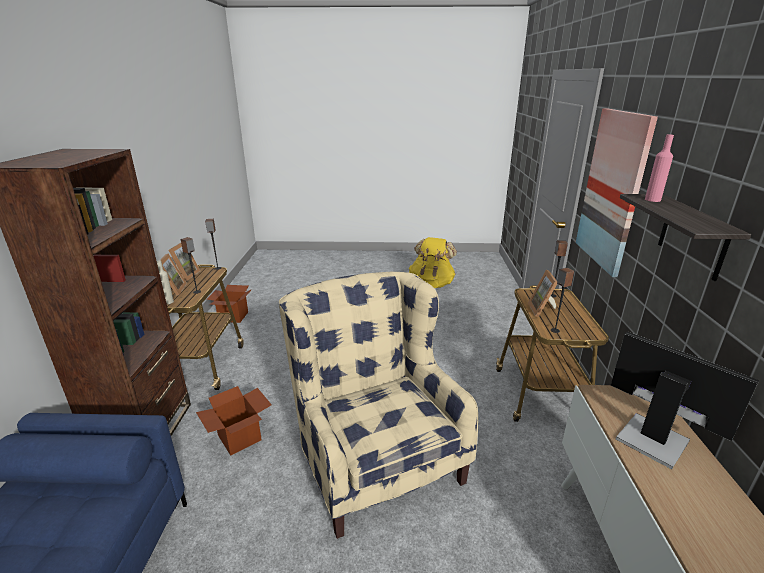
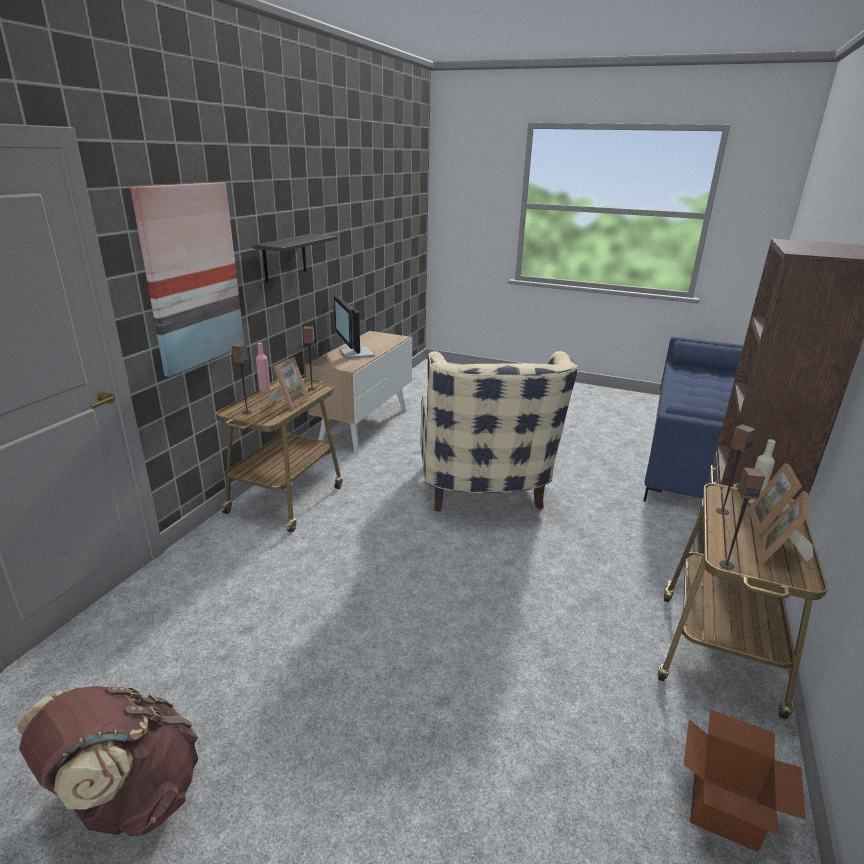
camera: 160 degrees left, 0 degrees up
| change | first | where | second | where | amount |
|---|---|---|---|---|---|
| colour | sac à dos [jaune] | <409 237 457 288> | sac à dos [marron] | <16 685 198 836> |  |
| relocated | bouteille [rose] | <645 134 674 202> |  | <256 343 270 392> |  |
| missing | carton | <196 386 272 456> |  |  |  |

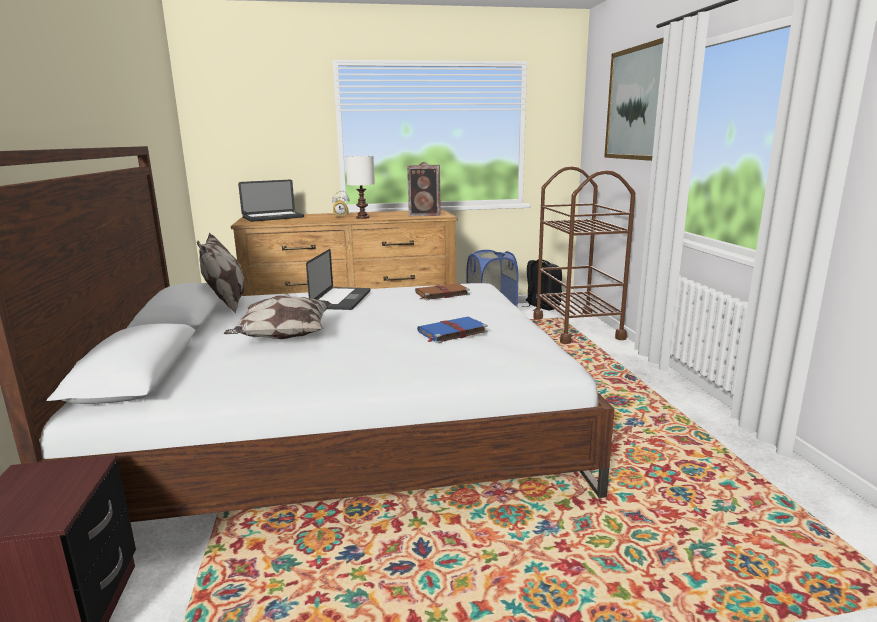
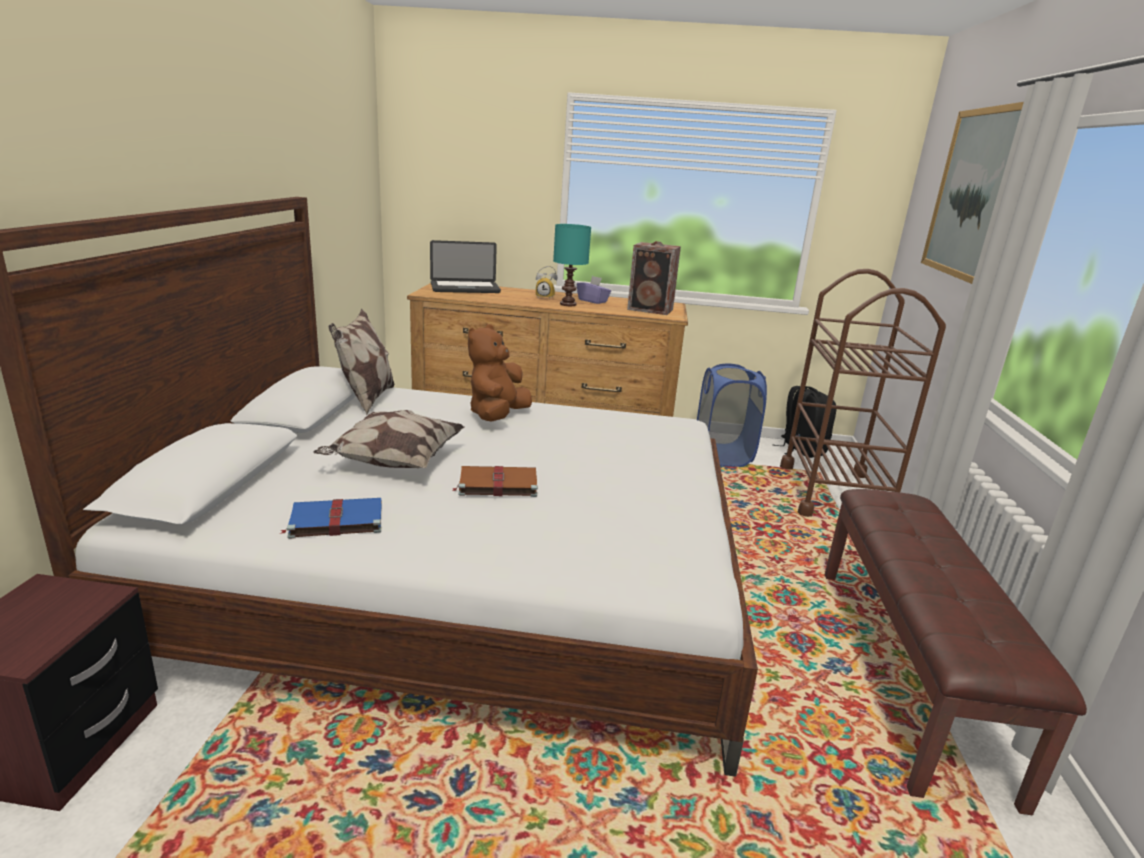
camera: 15 degrees right, 5 degrees up
| change | first | where | second | where | amount |
|---|---|---|---|---|---|
| relocated | livre [bleu] | <417 316 488 343> |  | <280 498 382 539> |  |
| relocated | livre [marron] | <415 283 470 300> |  | <452 466 538 497> |  |
| exchanged | ordinateur portable | <306 249 371 310> | peluche [marron] | <468 324 532 422> |  |
| colour | lampe de table [blanc] | <346 156 375 219> | lampe de table [turquoise] | <553 224 591 306> |  |
| appeared |  |  | boîte à mouchoirs [violet] | <577 276 611 304> |  |
| appeared |  |  | banc [marron] | <825 489 1087 815> |  |

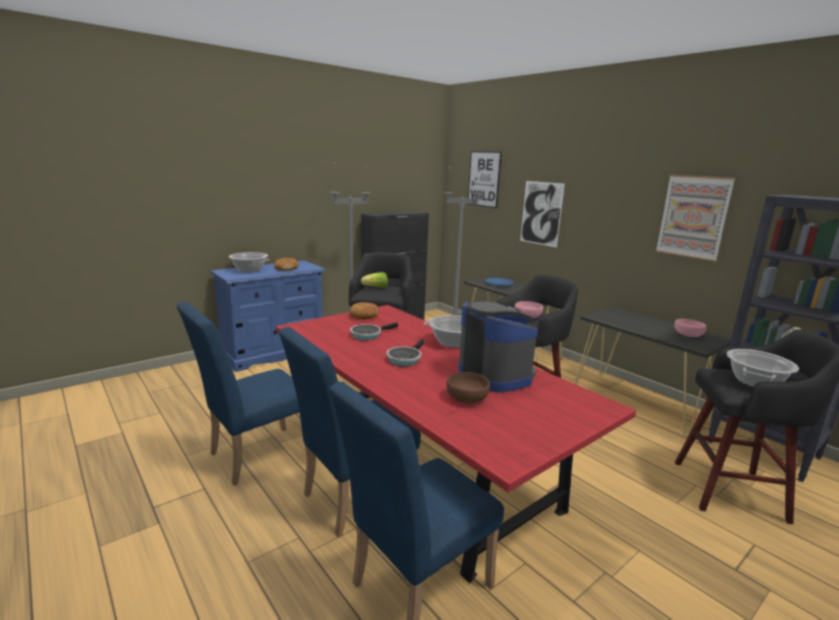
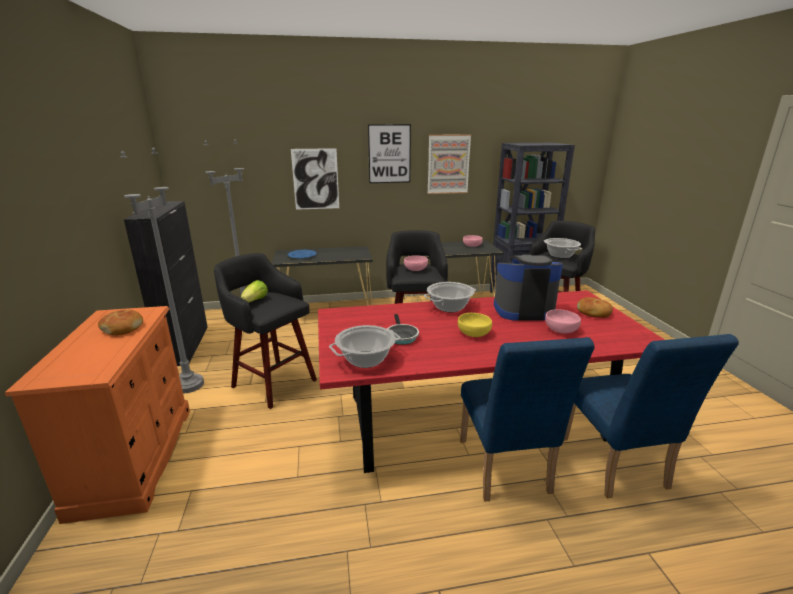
camera: 60 degrees left, 5 degrees up
| change | first | where | second | where | amount |
|---|---|---|---|---|---|
| colour | commode [bleu] | <210 261 325 372> | commode [orange] | <5 306 190 524> |  |
| relocated | marmite | <229 252 269 273> |  | <329 325 401 368> |  |
| relocated | tableau | <468 151 502 208> |  | <368 124 411 183> |  |
| exchanged | poêle | <386 339 424 366> | bol [jaune] | <458 313 492 337> |  |
| colour | bol [marron] | <447 372 490 404> | bol [rose] | <545 309 581 333> |  |
| relocated | pain | <350 302 379 320> |  | <577 297 613 318> |  |
| missing | chaise [bleu] | <177 302 306 486> |  |  |  |

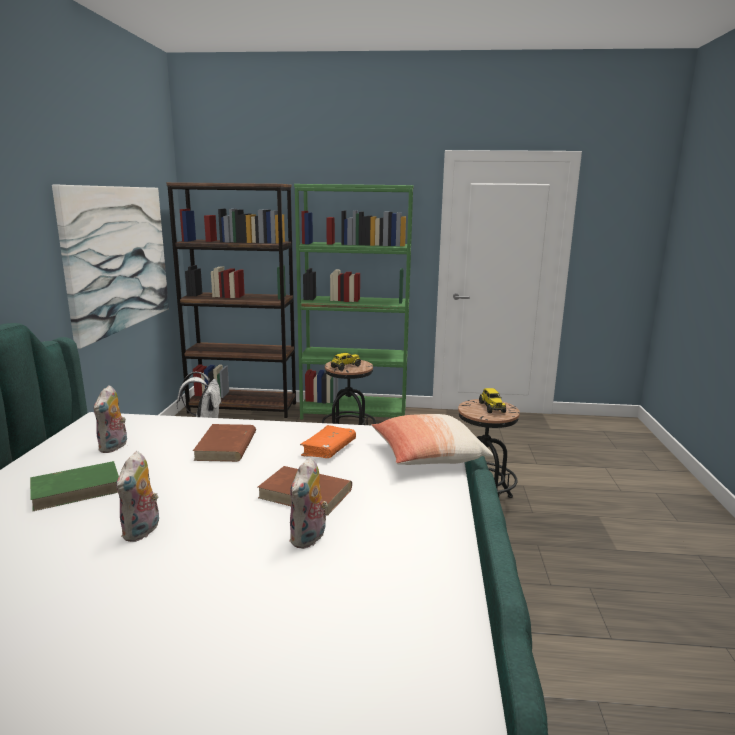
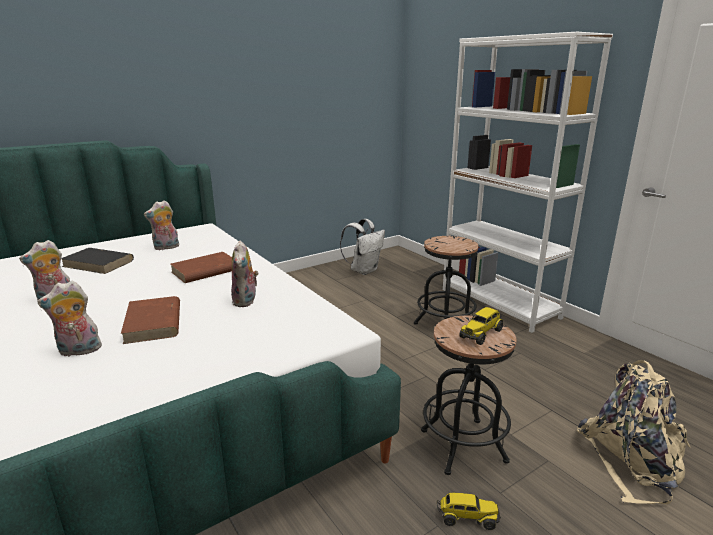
camera: 50 degrees right, 5 degrees up
| change | first | where | second | where | amount |
|---|---|---|---|---|---|
| colour | livre [vert] | <30 461 119 511> | livre [noir] | <61 248 134 274> |  |
| exchanged | livre [orange] | <300 425 356 458> | peluche | <231 241 259 307> |  |
| relocated | camion jouet | <330 353 361 370> |  | <437 493 501 530> |  |
| colour | bibliothèque [vert] | <294 184 414 420> | bibliothèque [blanc] | <443 32 613 333> |  |
| appeared |  |  | sac à dos [beige] | <577 360 691 504> |  |
| missing | tableau | <52 185 169 349> |  |  |  |
| missing | bibliothèque [marron] | <166 182 296 418> |  |  |  |
| missing | coussin | <372 414 493 465> |  |  |  |

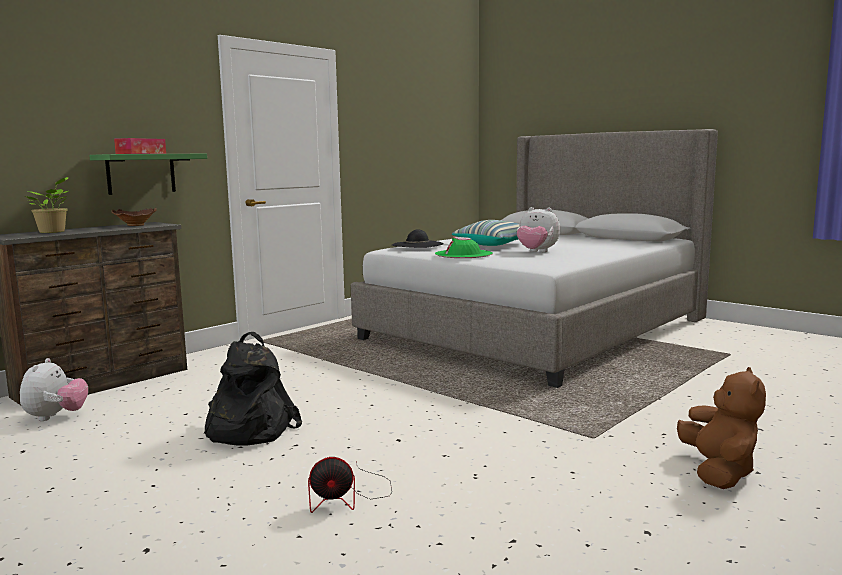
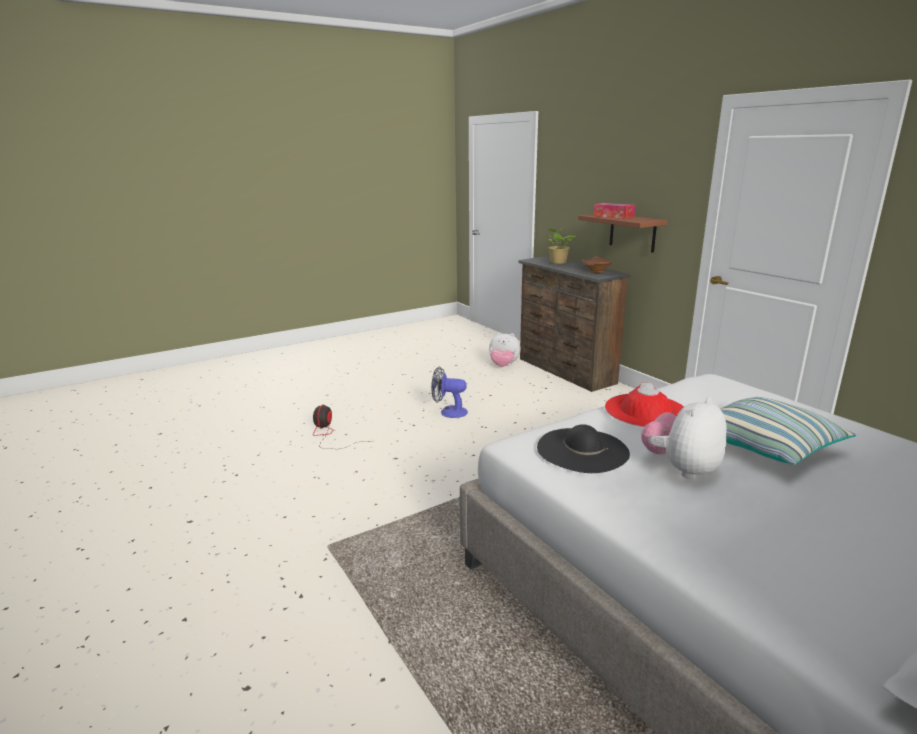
camera: 105 degrees right, 10 degrees up
| change | first | where | second | where | amount |
|---|---|---|---|---|---|
| exchanged | sac à dos [noir] | <204 332 302 445> | ventilateur | <431 367 468 418> |  |
| relocated | chapeau [noir] | <392 229 444 248> |  | <537 424 630 473> |  |
| colour | étagère [vert] | <89 154 207 195> | étagère [marron] | <578 214 667 253> |  |
| colour | chapeau [vert] | <435 237 493 258> | chapeau [rouge] | <605 383 684 427> |  |
| missing | peluche [marron] | <677 367 766 489> |  |  |  |

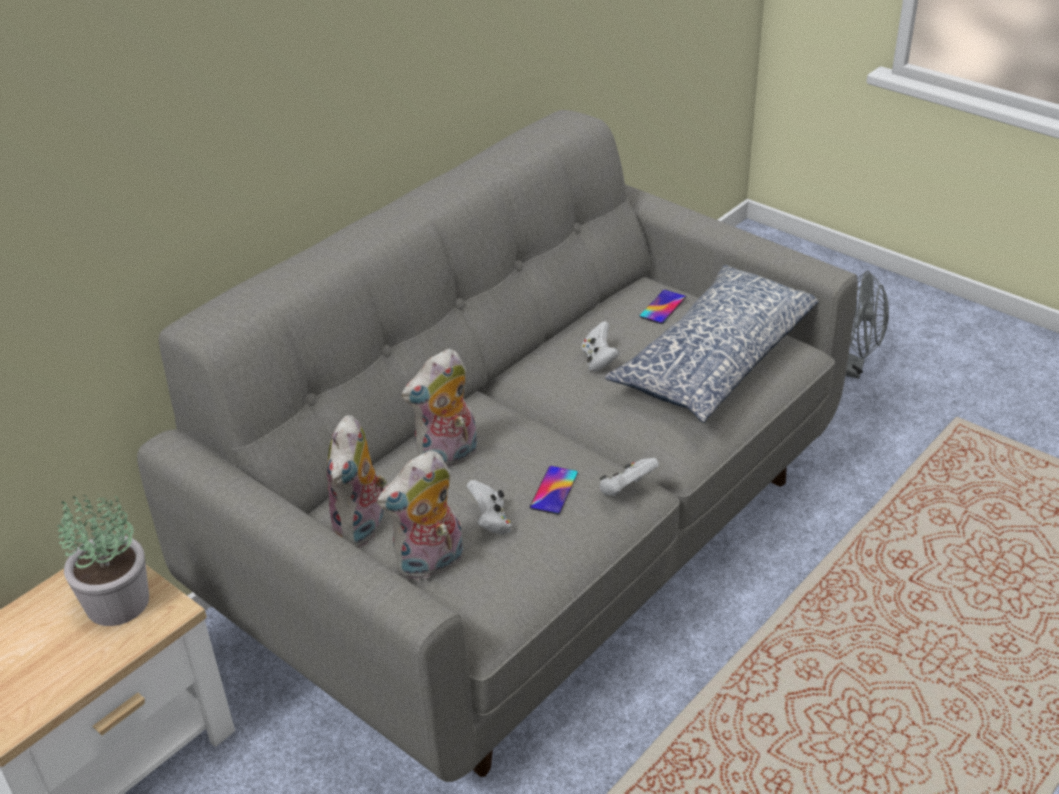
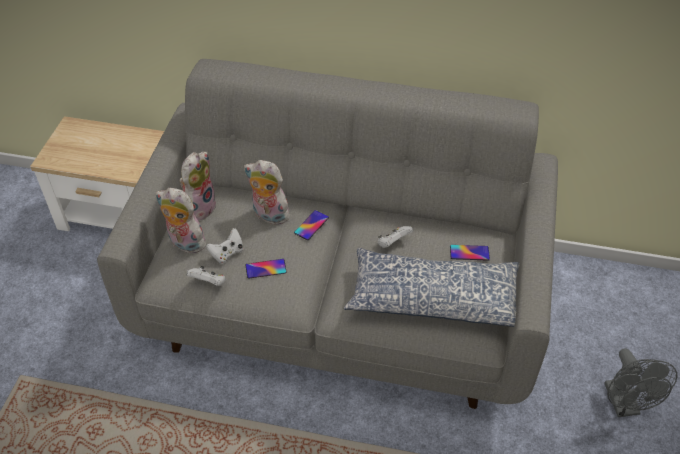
camera: 60 degrees right, 10 degrees up
| change | first | where | second | where | amount |
|---|---|---|---|---|---|
| spun | peluche | <327 415 387 548> |  | <179 152 216 221> | 135 degrees clockwise |
| relocated | manette [blanc] | <599 458 659 497> |  | <187 266 226 286> |  |
| appeared |  |  | téléphone | <294 210 329 240> |  |
| missing | plante en pot | <57 494 149 626> |  |  |  |

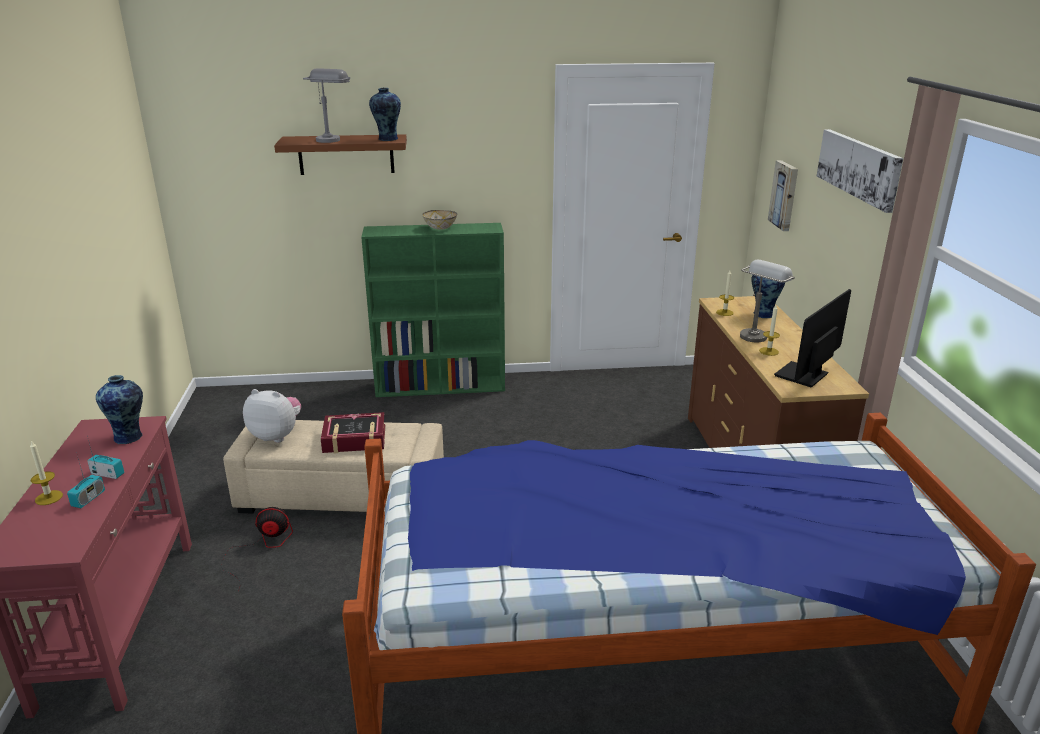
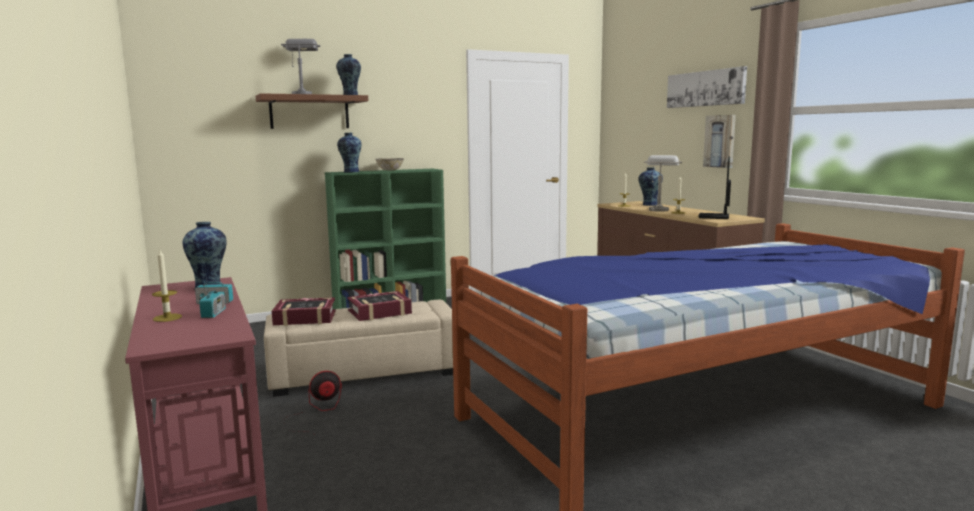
camera: 20 degrees left, 15 degrees down
| change | first | where | second | where | amount |
|---|---|---|---|---|---|
| exchanged | peluche | <243 389 301 443> | livre | <272 297 336 326> |  |
| appeared |  |  | vase | <337 133 361 172> |  |
| relocated | tableau | <768 160 798 231> |  | <703 115 736 168> |  |

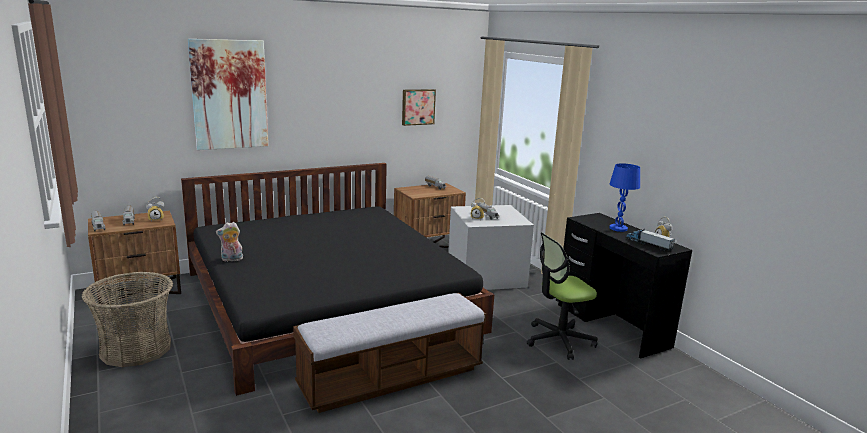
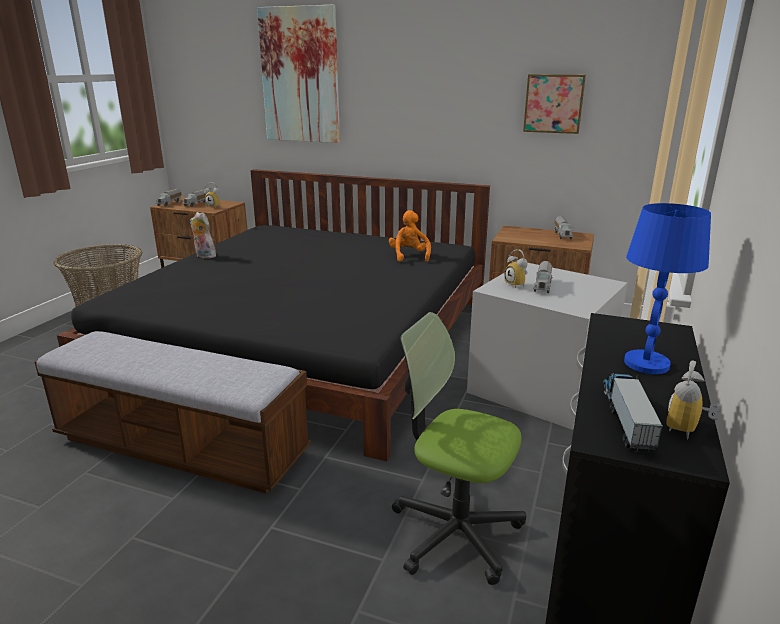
camera: 50 degrees right, 5 degrees up
| change | first | where | second | where | amount |
|---|---|---|---|---|---|
| appeared |  |  | peluche [orange] | <389 210 431 262> |  |

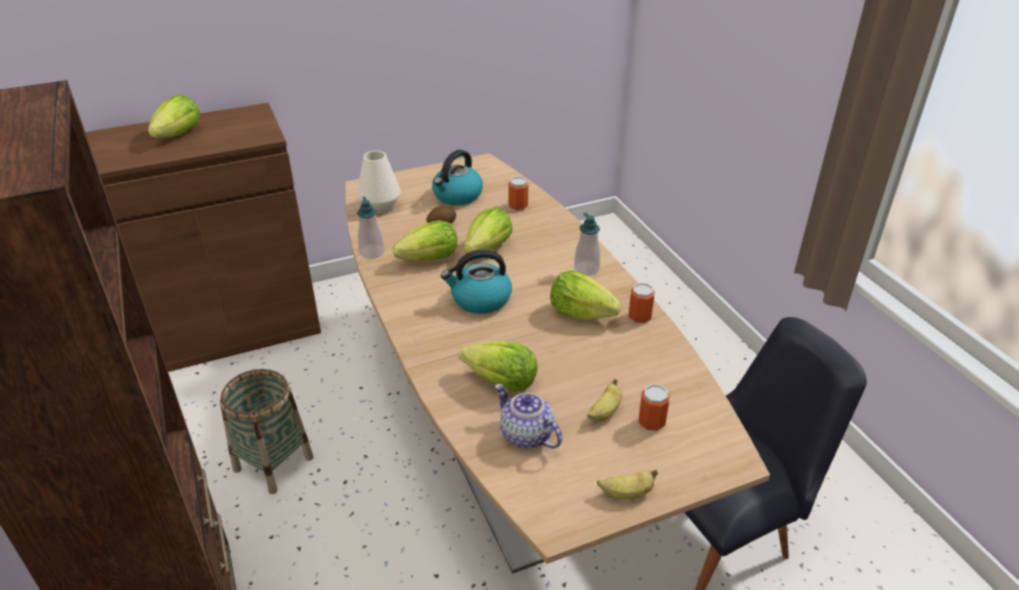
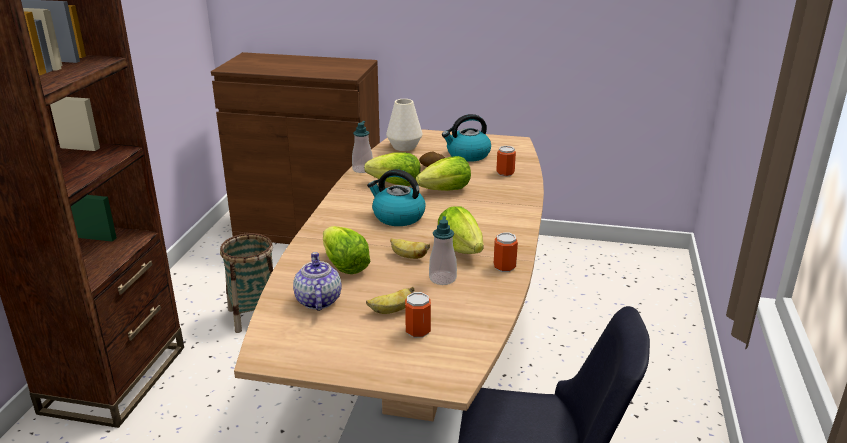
camera: 35 degrees right, 10 degrees down
| change | first | where | second | where | amount |
|---|---|---|---|---|---|
| relocated | banane | <597 470 658 499> |  | <390 238 430 259> |  |
| relocated | distributeur de savon | <574 212 600 276> |  | <429 216 457 285> |  |
| missing | laitue | <148 95 200 138> |  |  |  |

